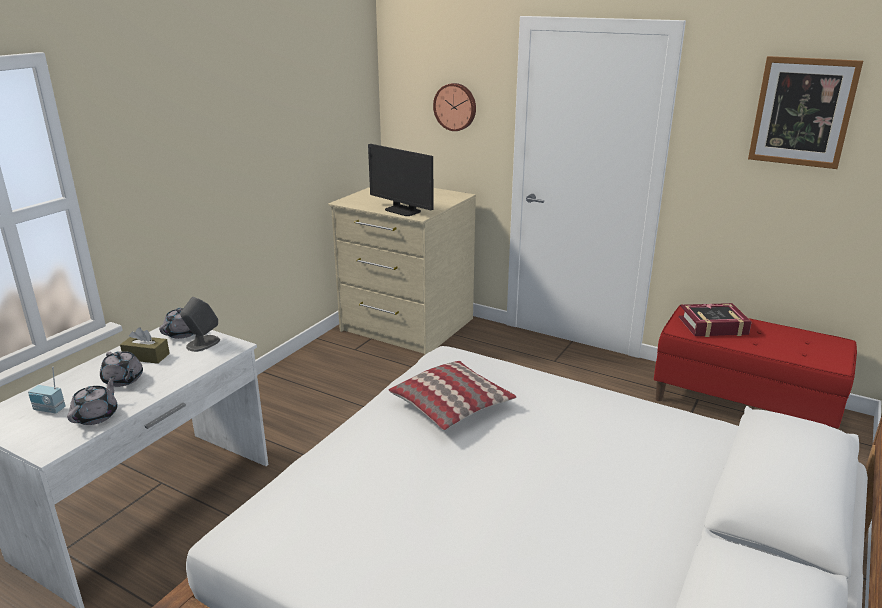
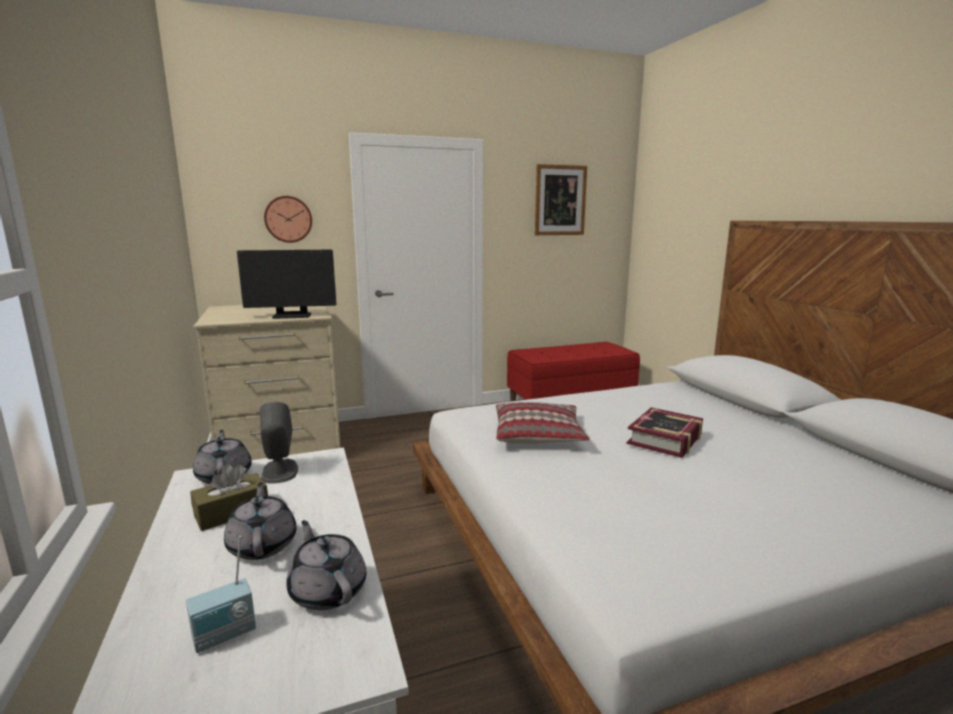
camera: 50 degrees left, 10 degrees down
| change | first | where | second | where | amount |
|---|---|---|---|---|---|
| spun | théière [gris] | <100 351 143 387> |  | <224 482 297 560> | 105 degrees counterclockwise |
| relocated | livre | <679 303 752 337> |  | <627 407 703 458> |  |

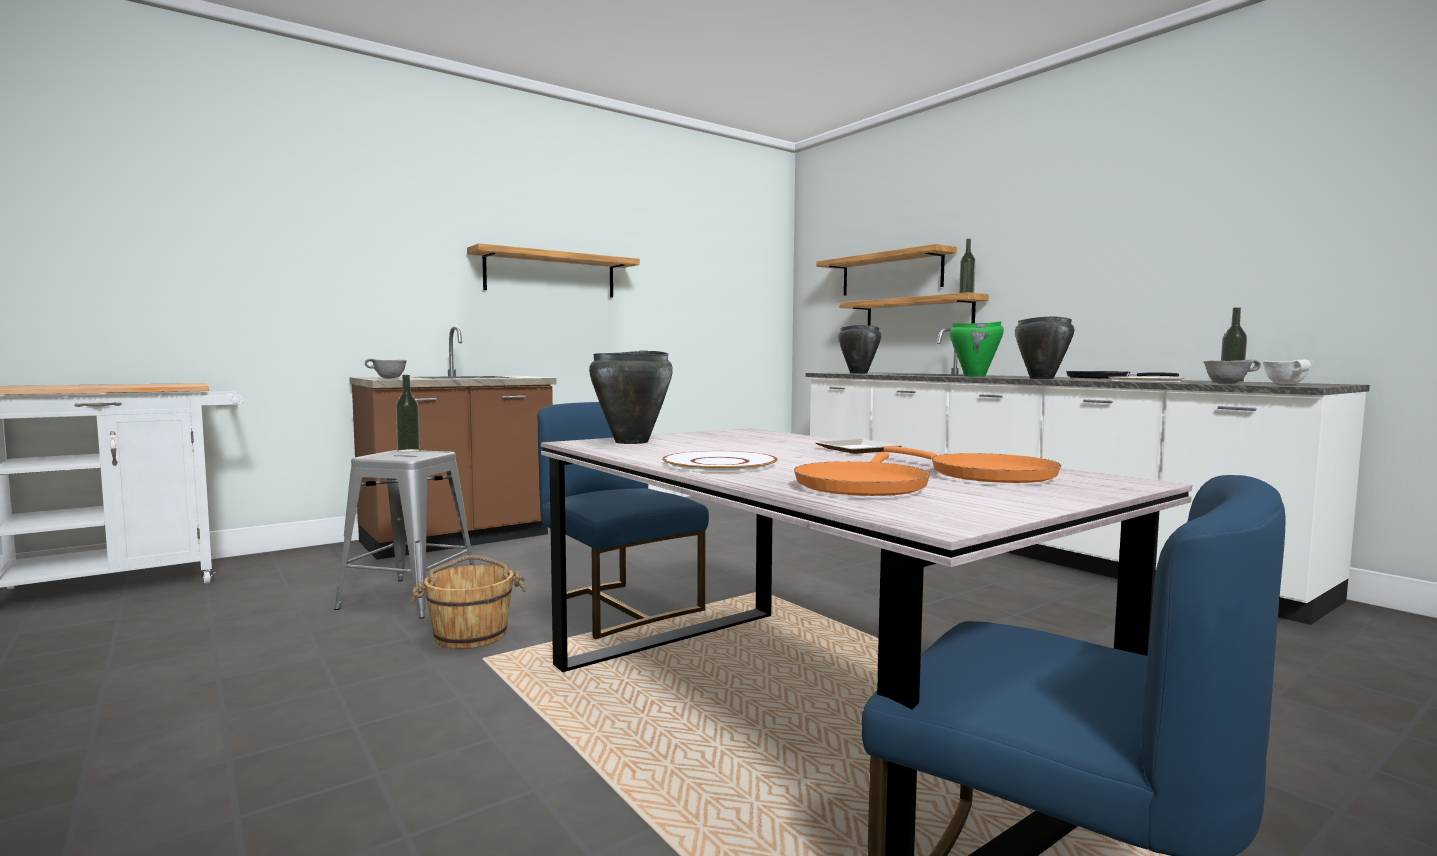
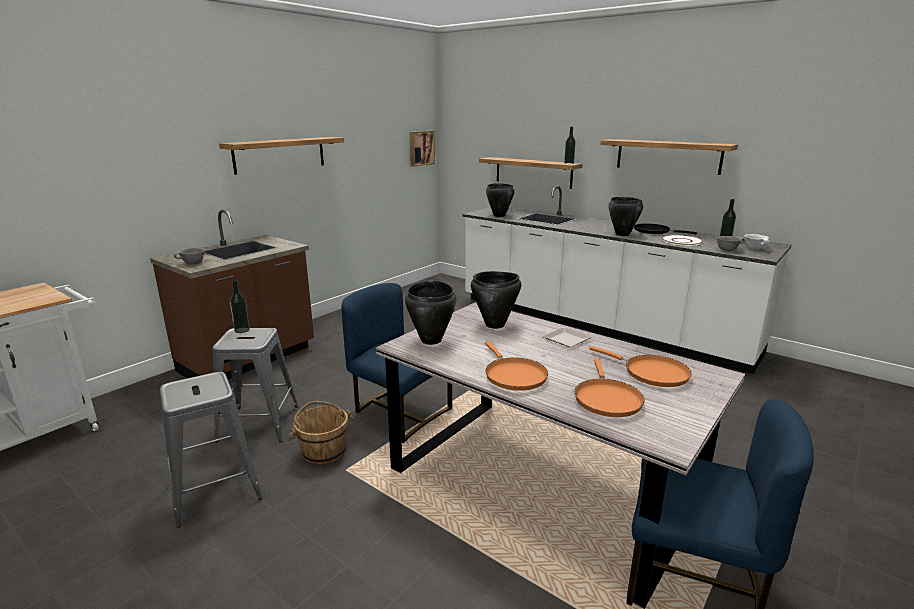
camera: 15 degrees left, 15 degrees up
| change | first | where | second | where | amount |
|---|---|---|---|---|---|
| appeared |  |  | tabouret [gris] | <160 372 263 528> |  |
| appeared |  |  | tableau | <410 131 435 167> |  |
| appeared |  |  | marmite [noir] | <471 271 521 329> |  |
| exchanged | assiette [blanc] | <662 451 778 472> | poêle [orange] | <485 341 548 391> |  |
| relocated | étagère | <816 244 957 296> |  | <600 139 738 175> |  |
| missing | marmite [vert] | <949 321 1004 377> |  |  |  |

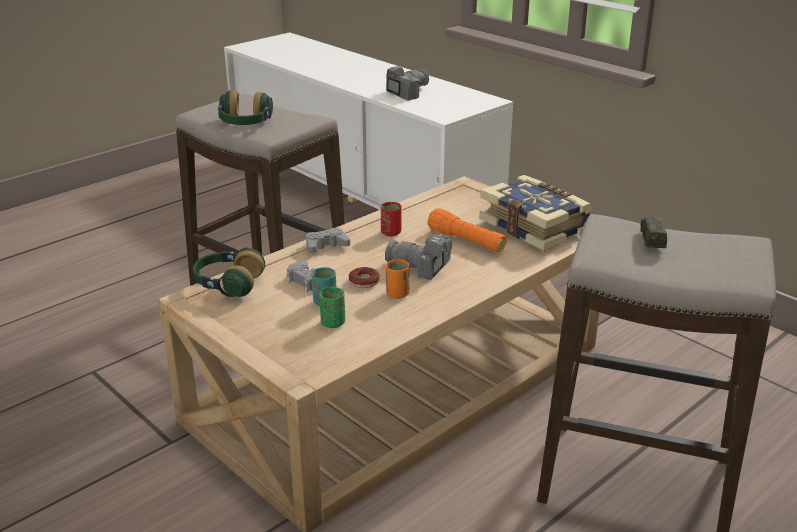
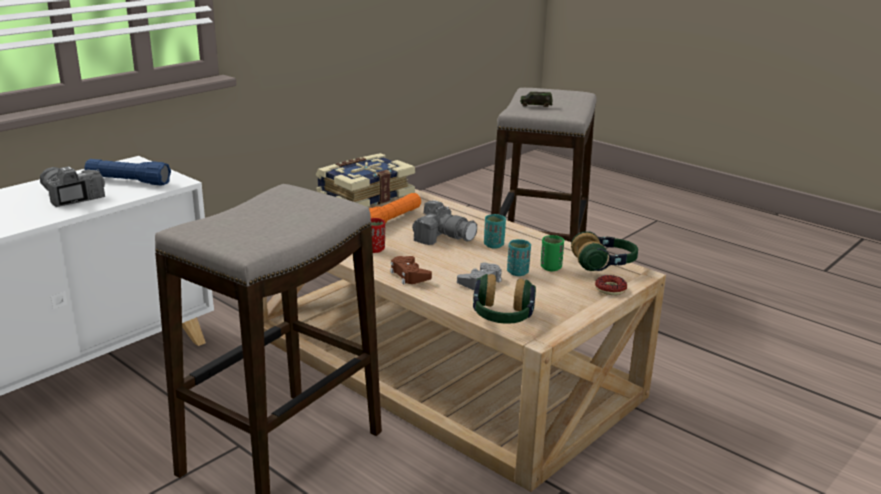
camera: 95 degrees left, 5 degrees down
| change | first | where | second | where | amount |
|---|---|---|---|---|---|
| appeared |  |  | lampe de poche [bleu] | <85 159 171 186> |  |
| colour | manette [gris] | <306 228 350 253> | manette [marron] | <390 256 432 284> |  |
| spun | appareil photo | <385 233 452 280> |  | <412 200 477 245> | 75 degrees counterclockwise |
| colour | tasse [orange] | <386 259 410 299> | tasse [turquoise] | <484 214 506 249> |  |
| relocated | casque audio | <218 90 273 125> |  | <571 231 638 271> |  |
| relocated | beignet | <349 267 380 288> |  | <595 275 627 295> |  |

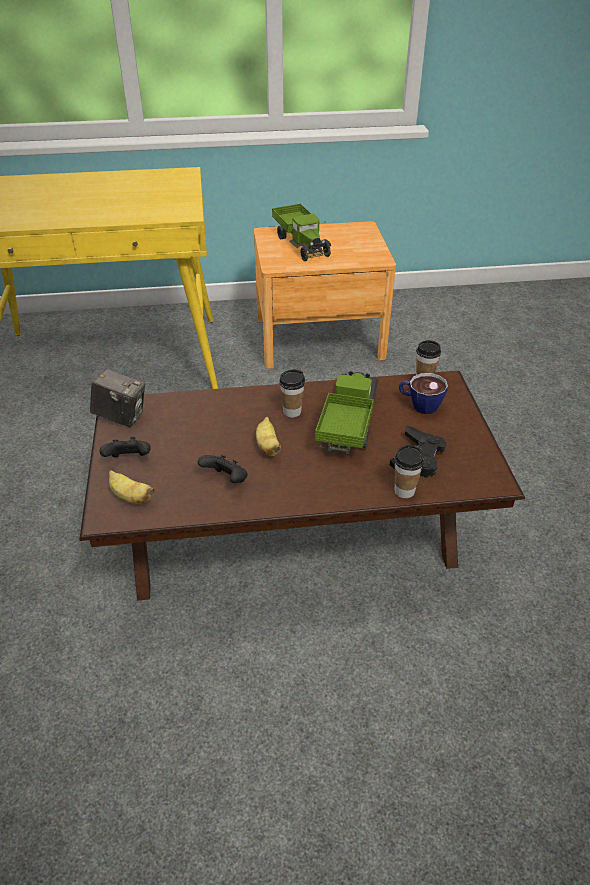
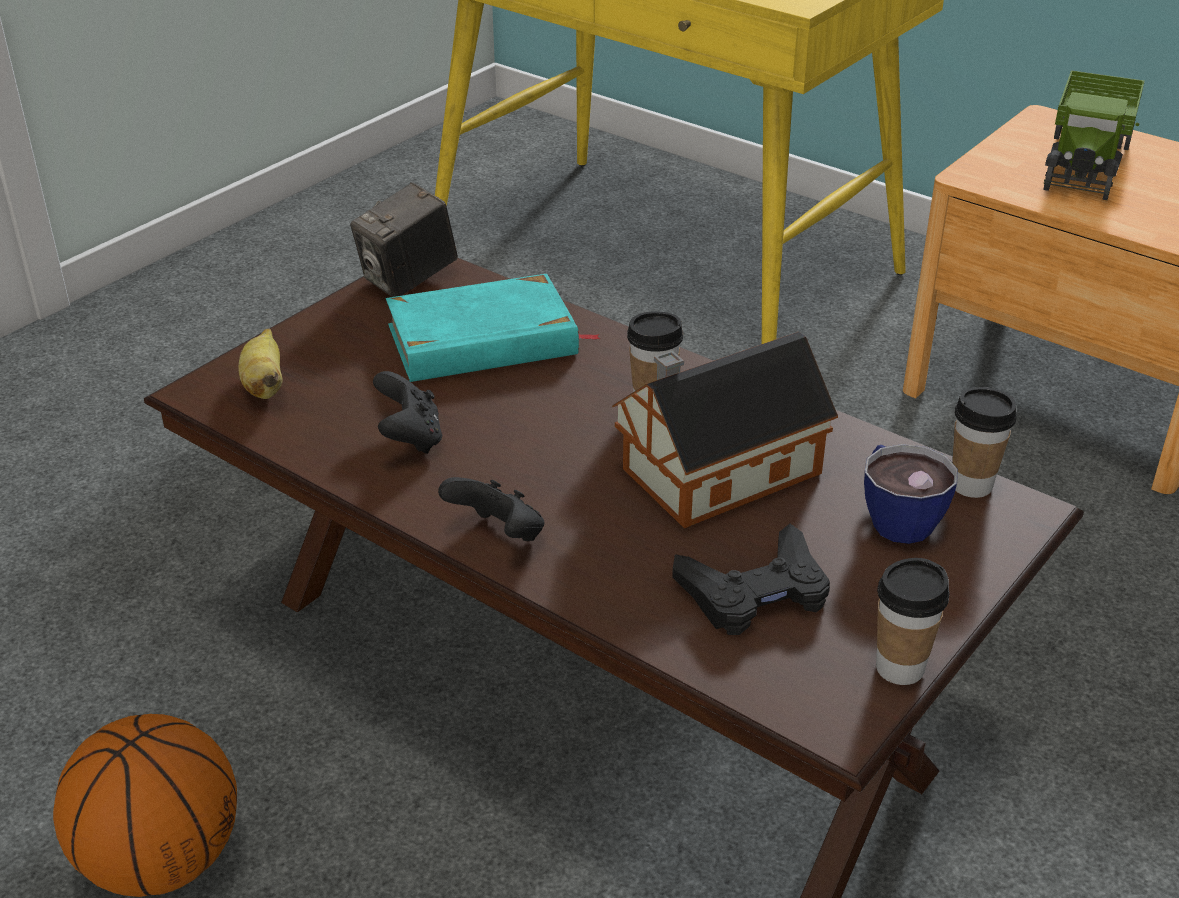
camera: 45 degrees right, 5 degrees down
| change | first | where | second | where | amount |
|---|---|---|---|---|---|
| appeared |  |  | ballon de basket | <53 714 237 897> |  |
| spun | appareil photo | <90 368 145 427> |  | <350 182 458 297> | 75 degrees clockwise |
| appeared |  |  | livre [turquoise] | <386 274 601 382> |  |
| relocated | manette [noir] | <100 437 151 457> |  | <438 477 545 541> |  |
| exchanged | camion jouet | <315 371 379 454> | maison miniature | <612 332 838 528> |  |
| relocated | tasse | <394 445 424 498> |  | <876 558 949 685> |  |
| missing | banane | <256 417 281 456> |  |  |  |

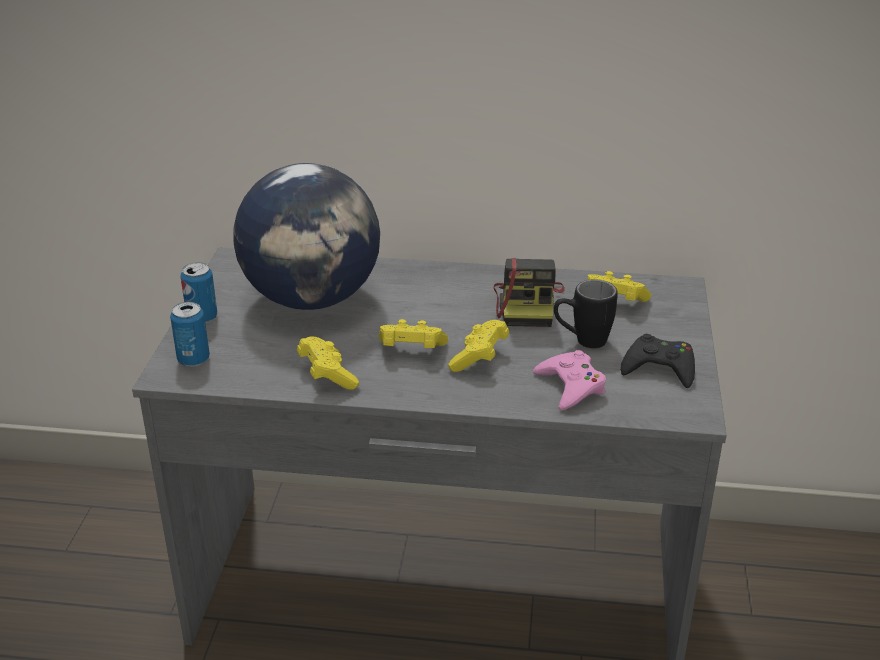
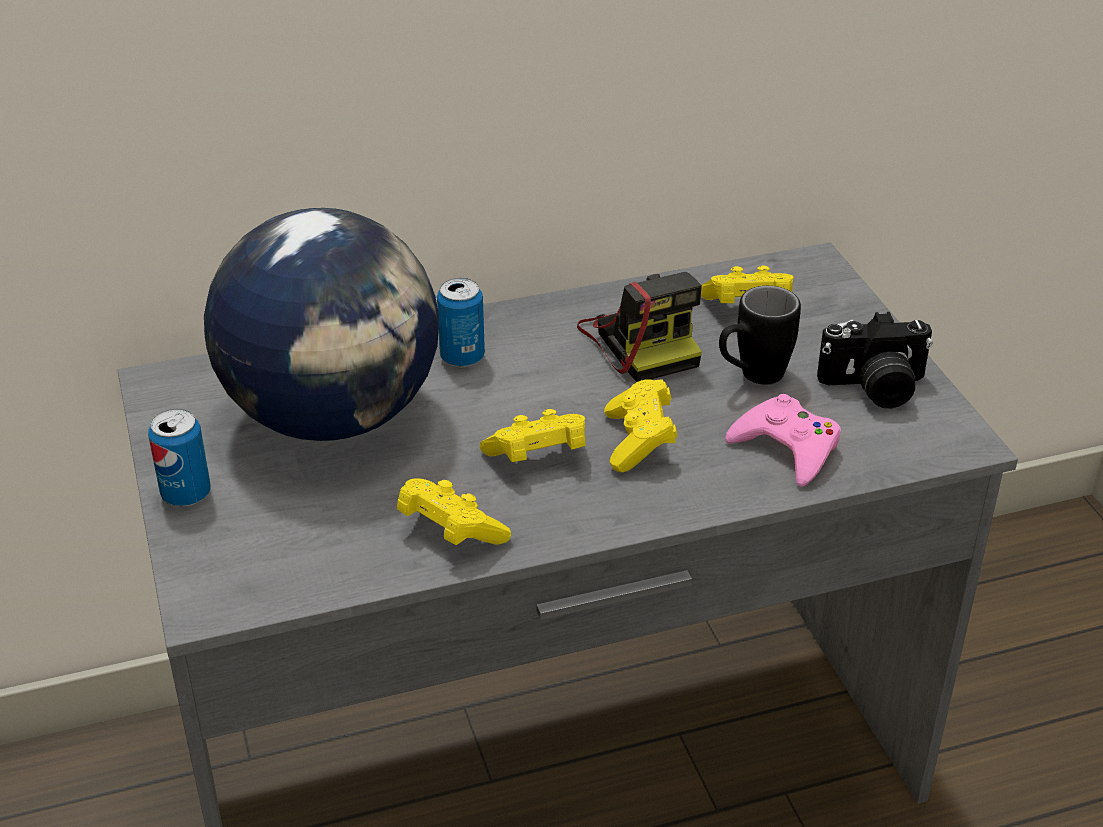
camera: 25 degrees left, 5 degrees up
| change | first | where | second | where | amount |
|---|---|---|---|---|---|
| relocated | boîte métallique | <170 302 210 367> |  | <437 278 485 367> |  |
| exchanged | manette [noir] | <620 334 695 388> | appareil photo | <817 312 933 408> |  |

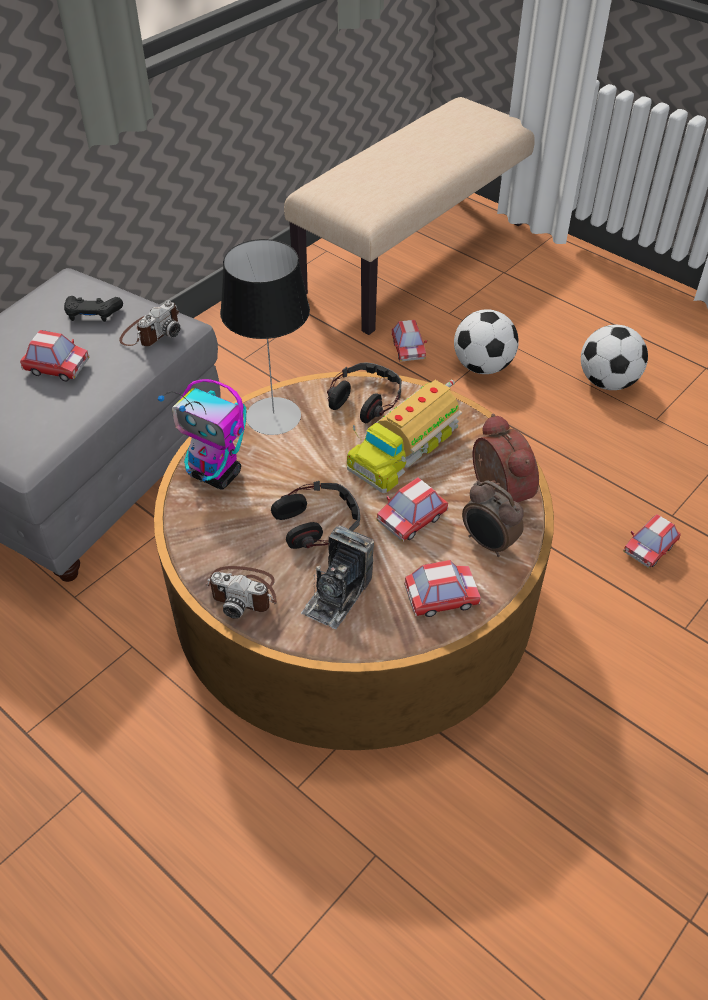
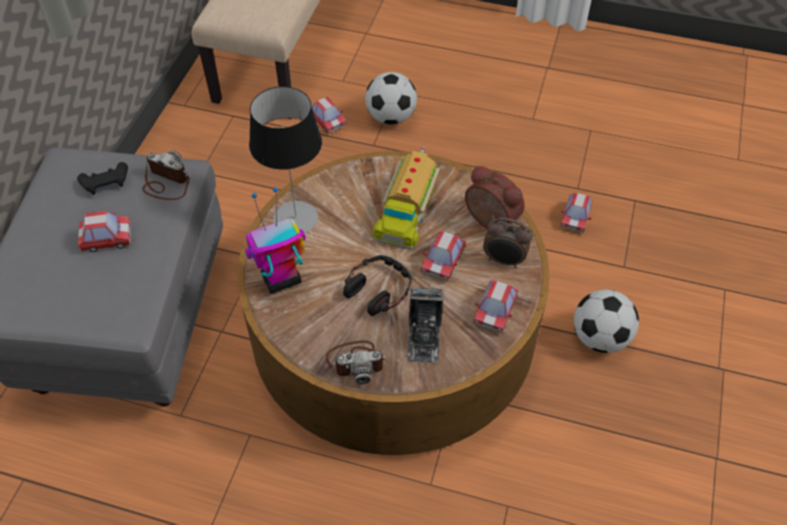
camera: 25 degrees left, 5 degrees up
| change | first | where | second | where | amount |
|---|---|---|---|---|---|
| spun | appareil photo | <119 300 180 346> |  | <142 150 190 200> | 75 degrees counterclockwise |
| spun | robot jouet | <158 379 246 490> |  | <245 187 306 293> | 150 degrees clockwise |
| spun | petite voiture | <404 560 481 617> |  | <473 280 518 333> | 150 degrees clockwise |
| relocated | ballon de foot | <581 325 648 390> |  | <574 289 639 353> |  |
| missing | casque audio | <327 362 401 423> |  |  |  |

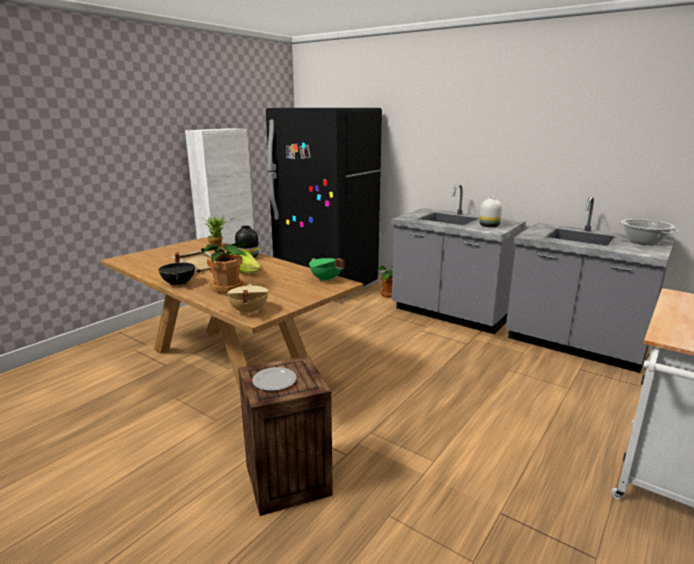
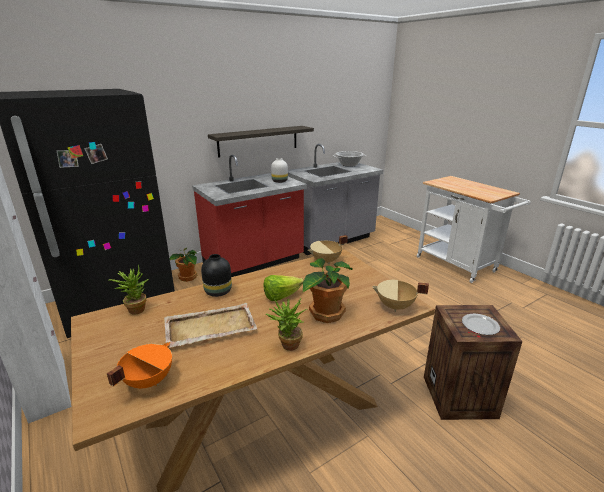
camera: 70 degrees left, 5 degrees up
| change | first | where | second | where | amount |
|---|---|---|---|---|---|
| appeared |  |  | marmite [orange] | <107 342 172 389> |  |
| colour | comptoir de cuisine [gris] | <391 184 526 334> | comptoir de cuisine [rouge] | <192 155 307 277> |  |
| appeared |  |  | étagère | <208 126 314 158> |  |
| exchanged | marmite [noir] | <158 252 195 287> | plante en pot | <266 298 308 351> |  |
| colour | marmite [vert] | <309 258 344 281> | marmite [beige] | <308 235 348 264> |  |

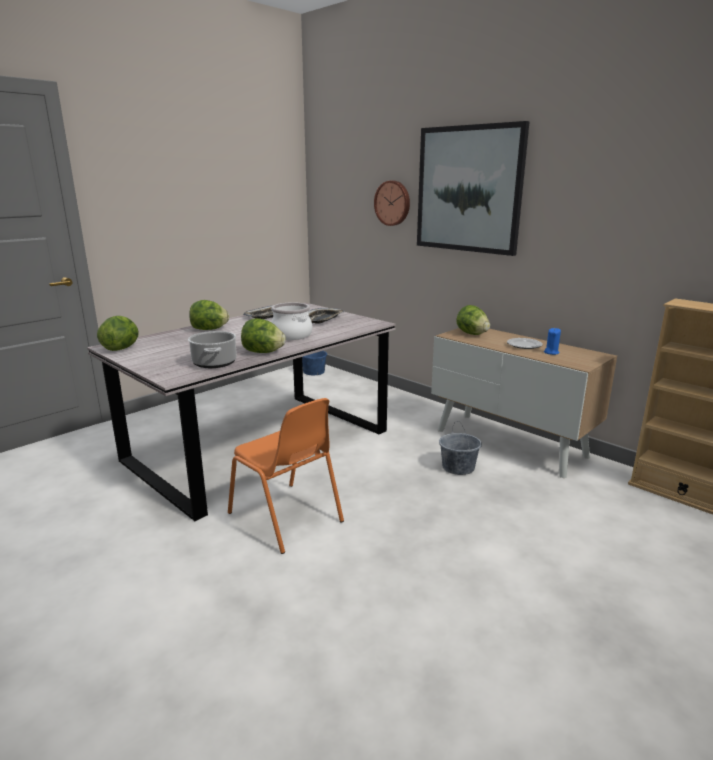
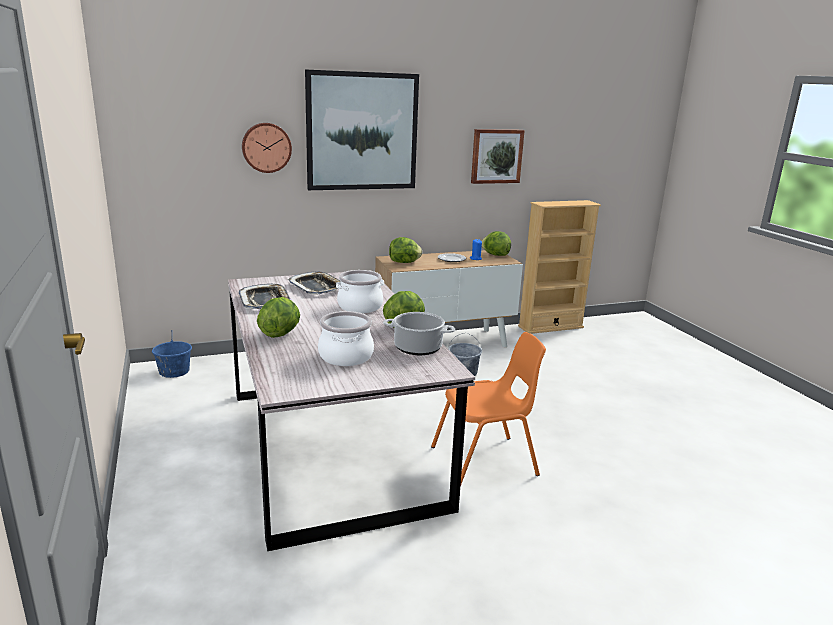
camera: 65 degrees left, 0 degrees up
| change | first | where | second | where | amount |
|---|---|---|---|---|---|
| appeared |  |  | marmite | <318 311 374 366> |  |
| appeared |  |  | tableau | <471 129 525 184> |  |
| relocated | laitue | <97 316 139 351> |  | <481 231 511 256> |  |

